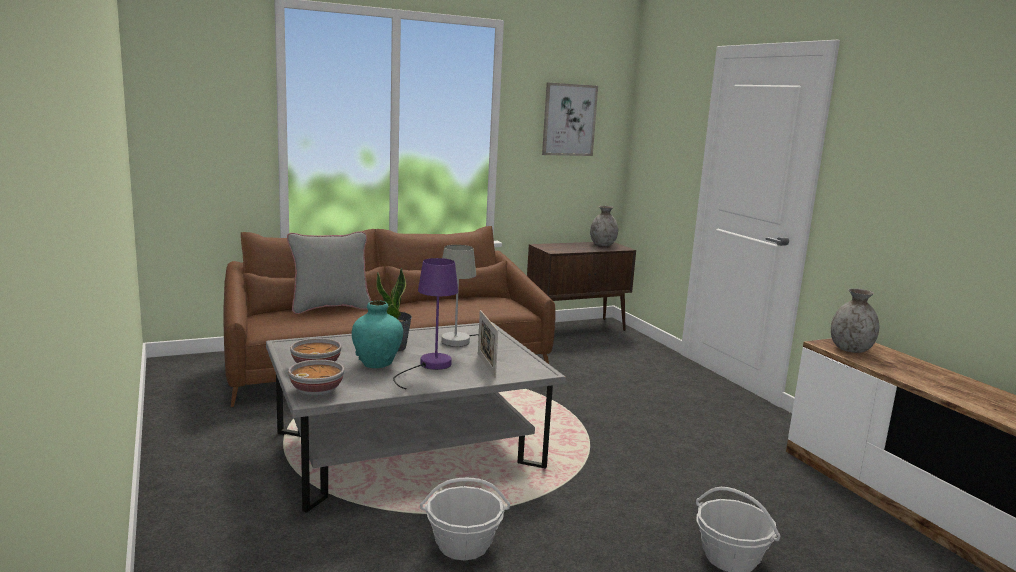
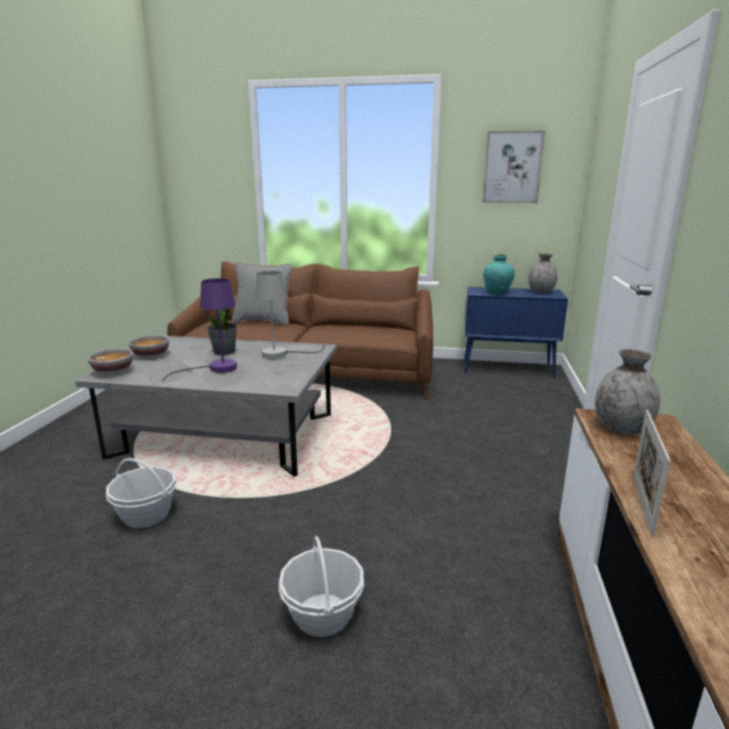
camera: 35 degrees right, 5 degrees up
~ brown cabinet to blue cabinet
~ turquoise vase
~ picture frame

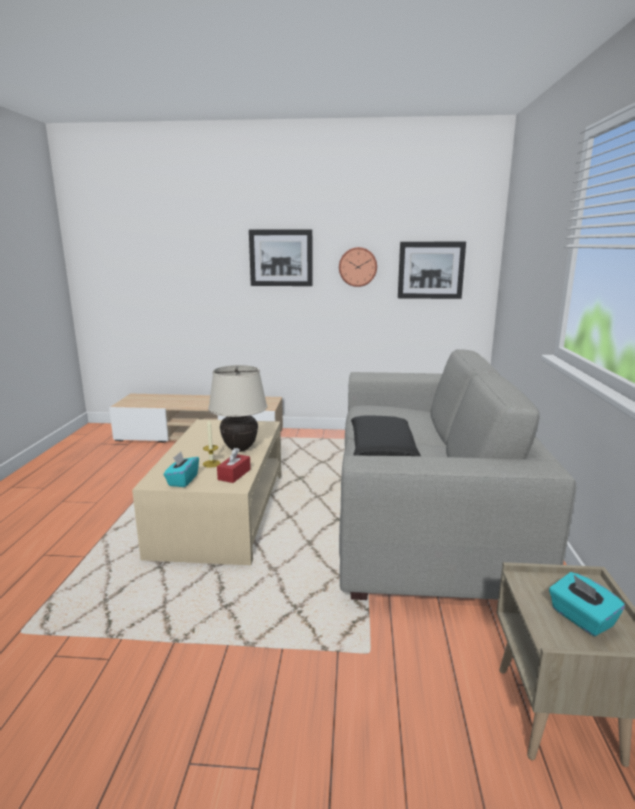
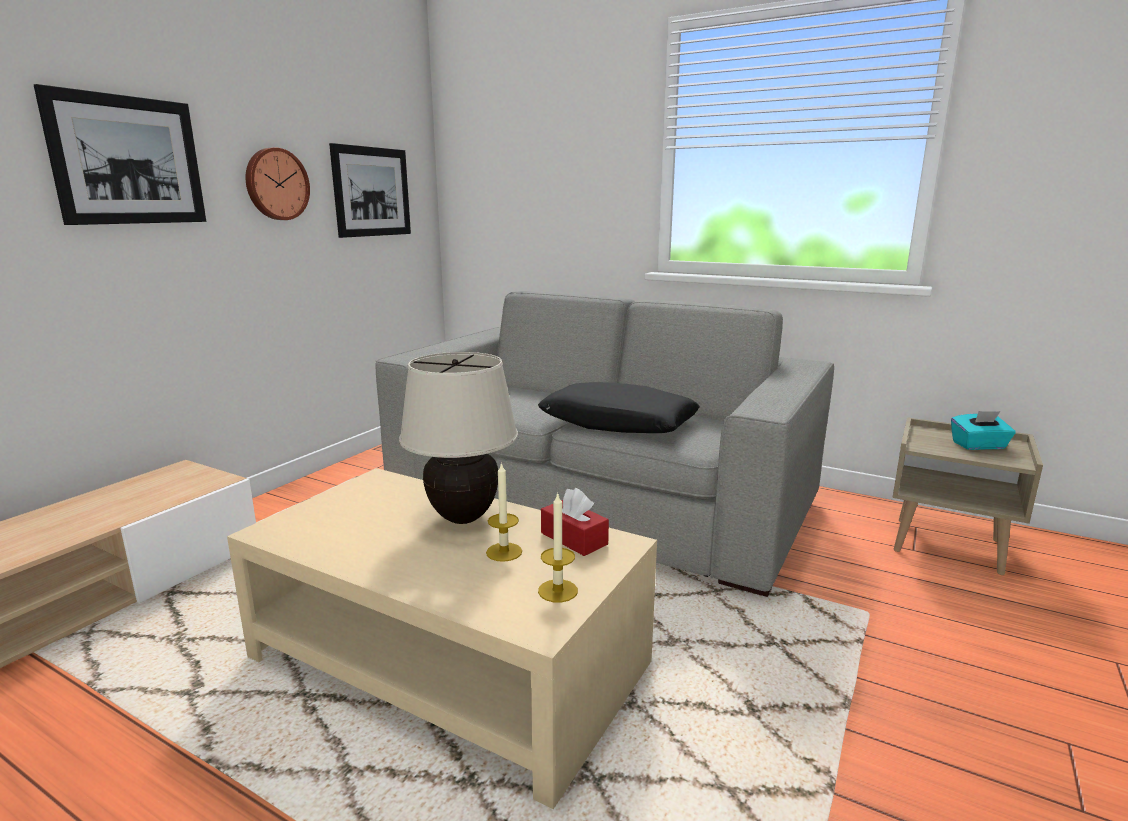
camera: 65 degrees left, 0 degrees up
~ turquoise tissue box (no. 1 from left) to candle (no. 2 from left)

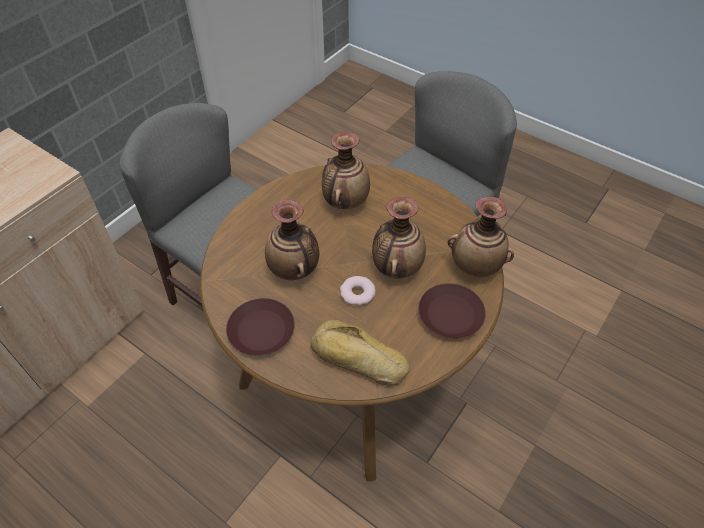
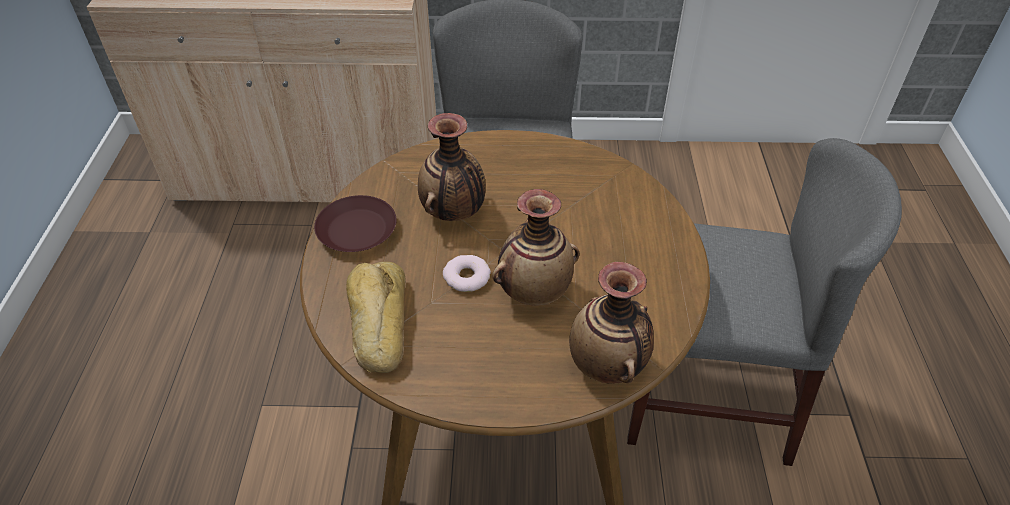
camera: 55 degrees right, 5 degrees down
- vase (no. 2 from left)
- brown plate (no. 2 from left)

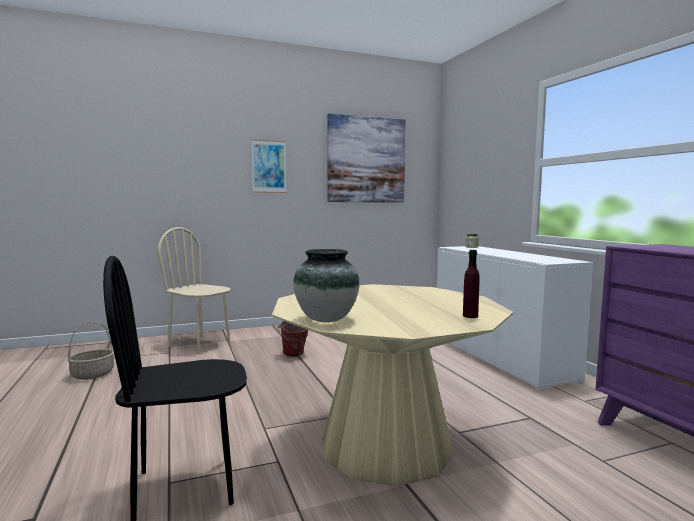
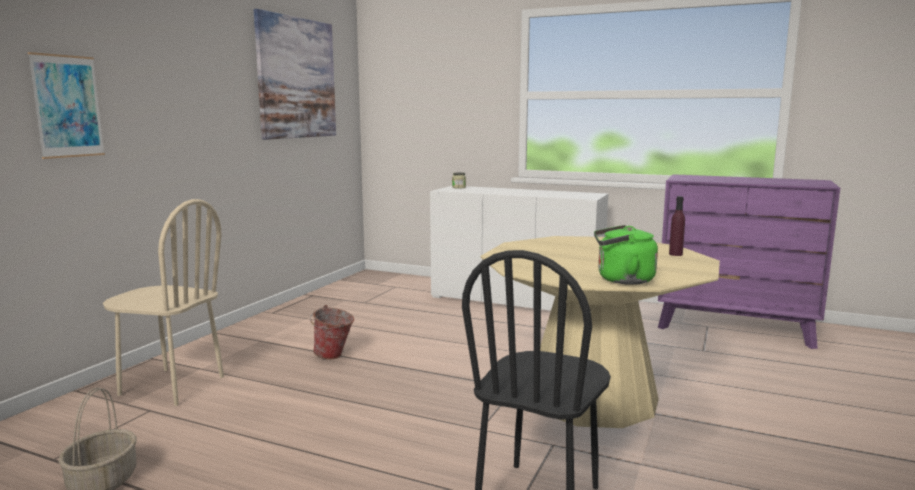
camera: 45 degrees left, 5 degrees up
~ picture (no. 1 from left)
~ beige chair 150 degrees counterclockwise
~ vase to green kettle

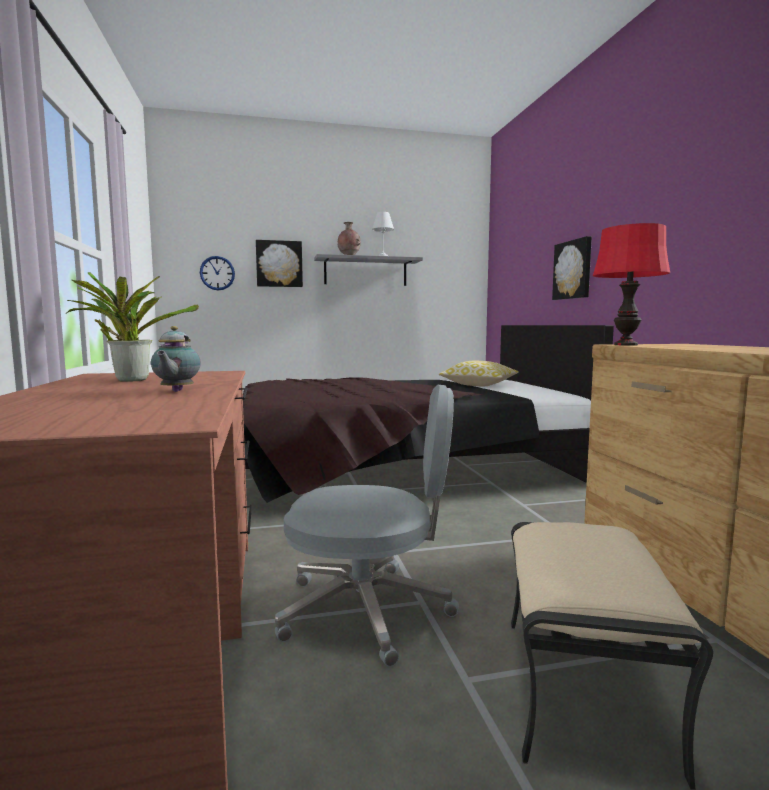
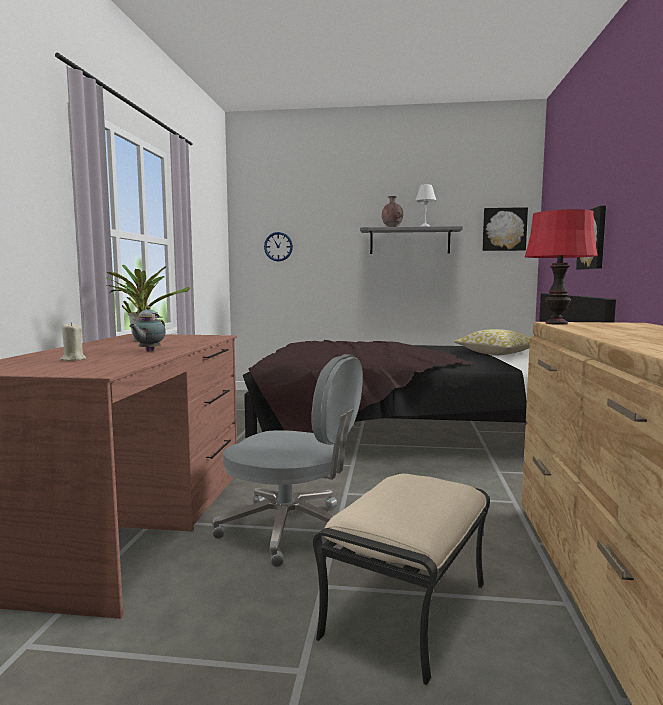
camera: 20 degrees right, 0 degrees up
+ beige candle
~ picture (no. 1 from left)

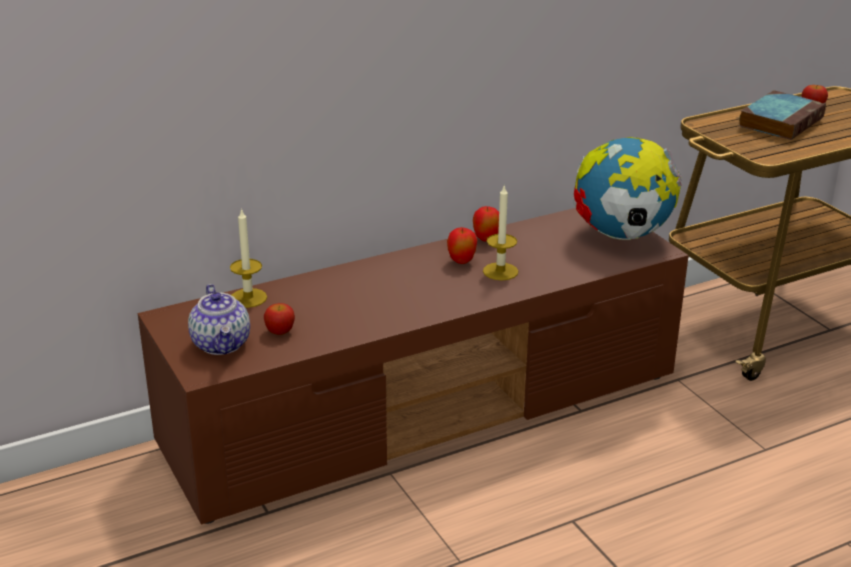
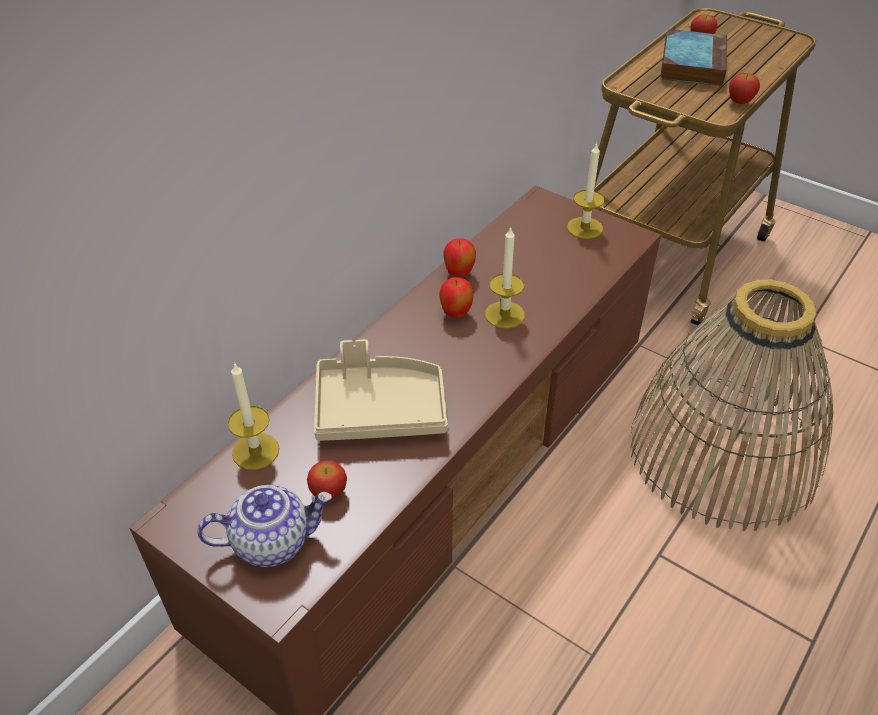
camera: 25 degrees left, 15 degrees up
~ teapot 60 degrees counterclockwise
+ beige tray
~ globe to candle (no. 3 from left)
+ basket
+ apple (no. 5 from left)

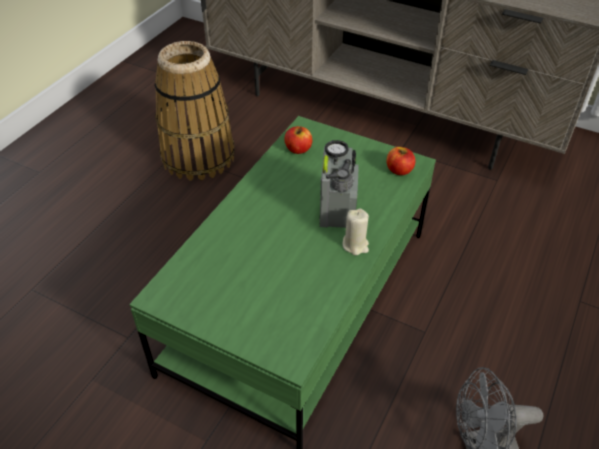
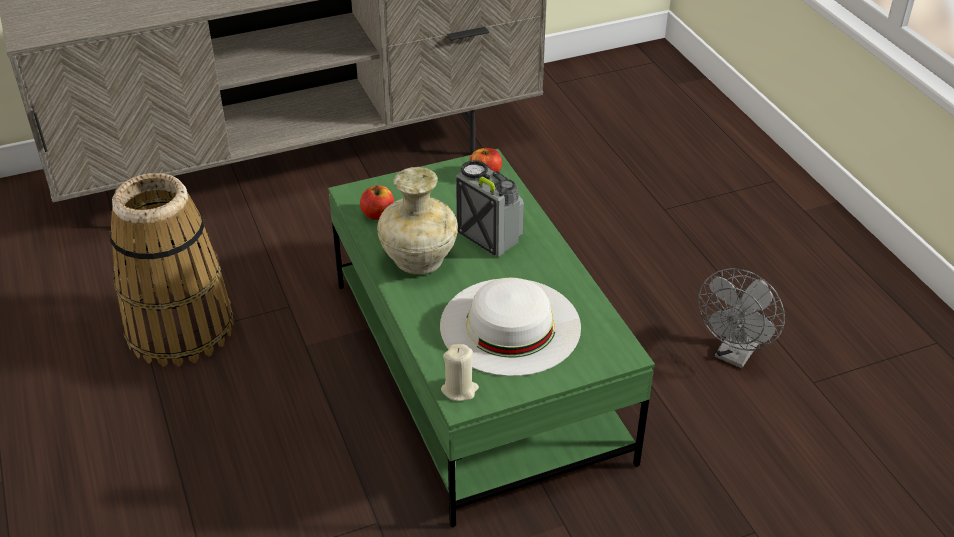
camera: 50 degrees left, 5 degrees down
+ beige vase
+ white hat
~ beige candle

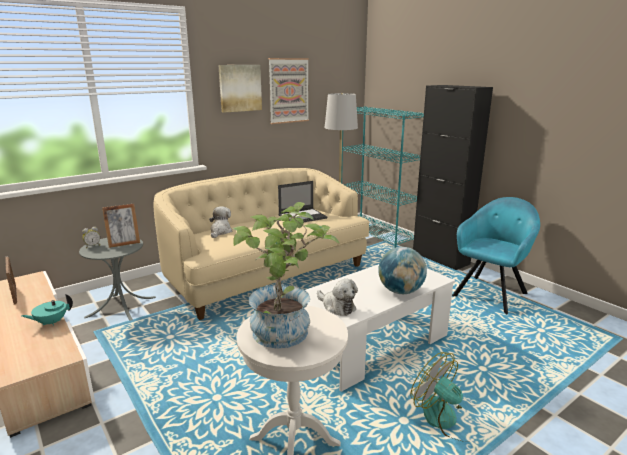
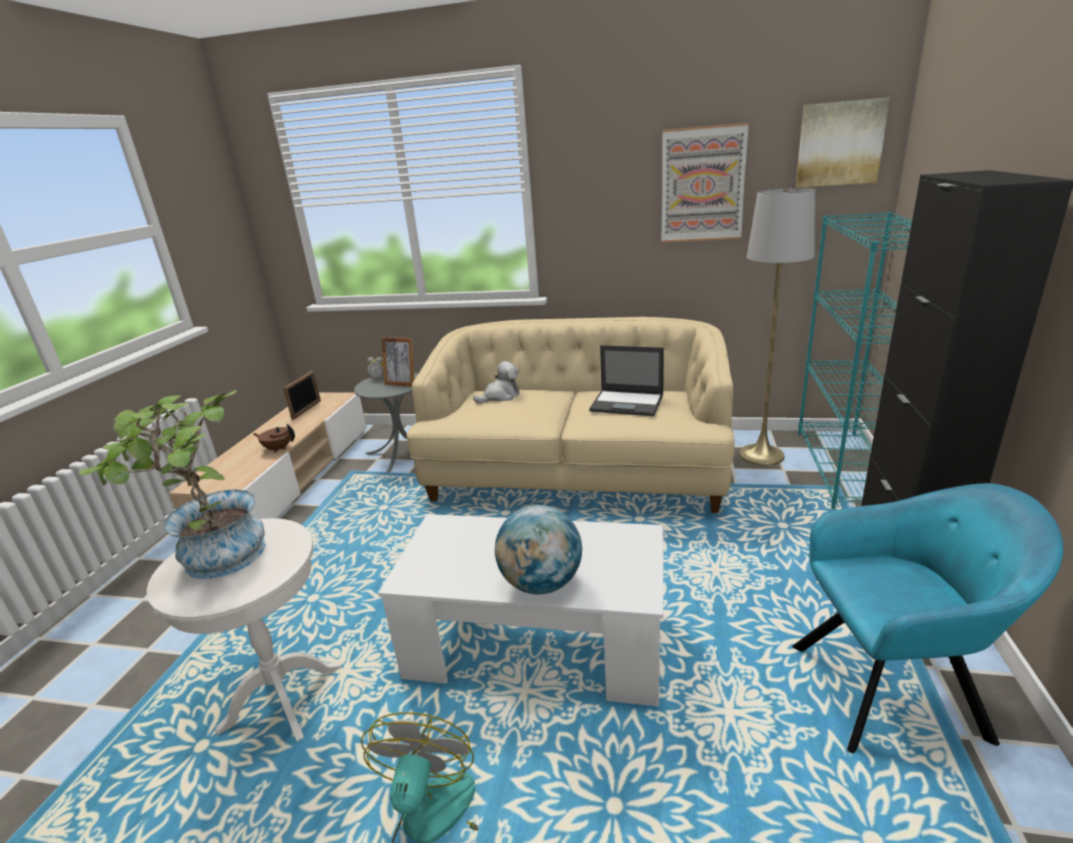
camera: 50 degrees right, 5 degrees up
~ turquoise teapot to brown teapot
~ picture (no. 1 from left in the first image) to picture (no. 2 from left)
- plush toy (no. 2 from left)

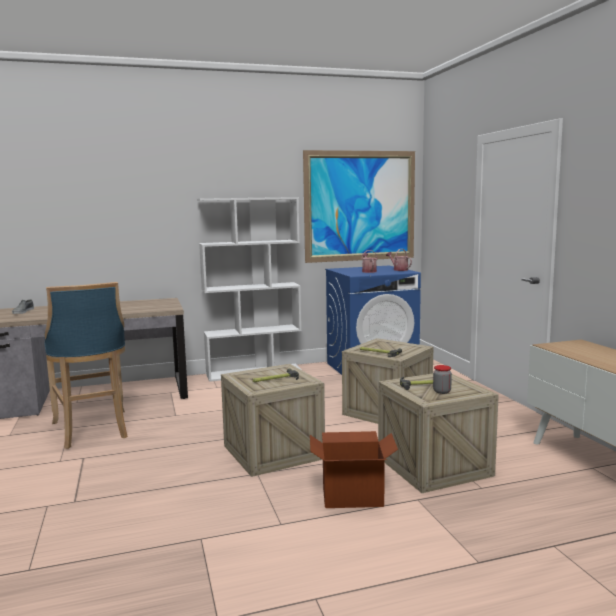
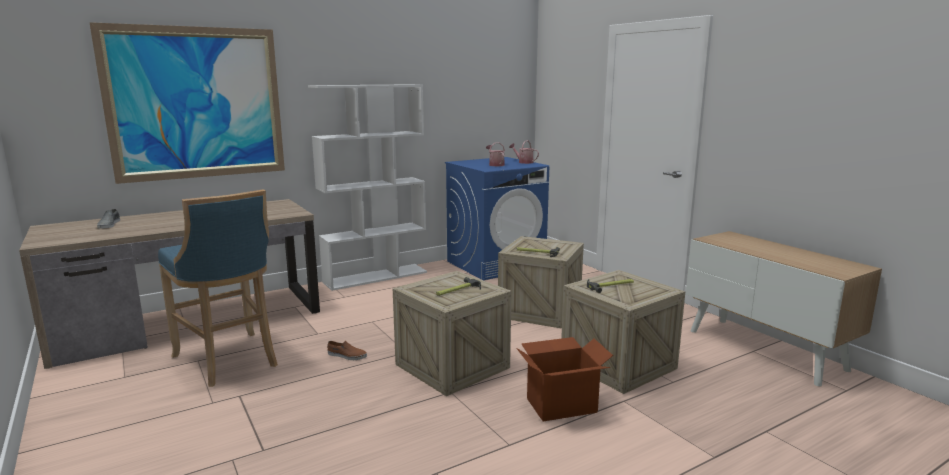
camera: 15 degrees left, 5 degrees up
~ picture
+ brown shoe
- jar

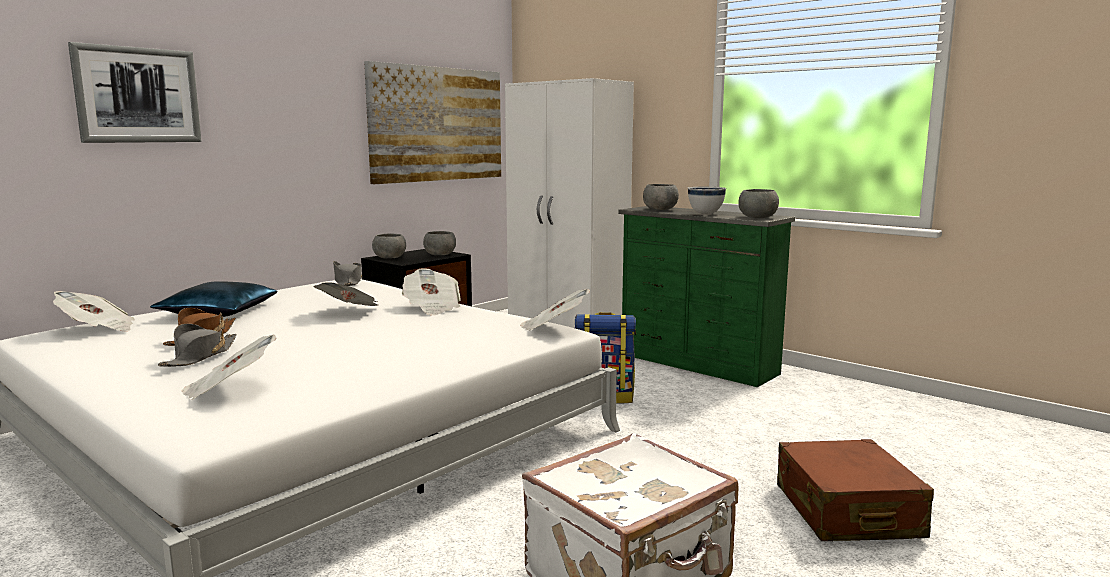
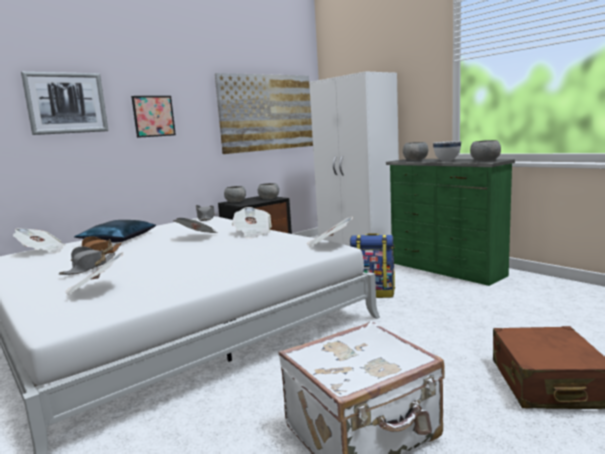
camera: 10 degrees right, 0 degrees up
+ picture (no. 2 from left)

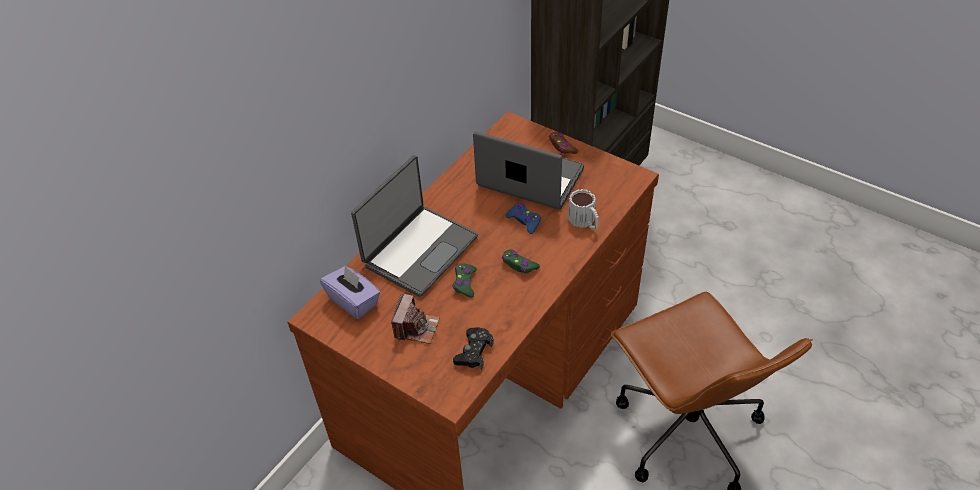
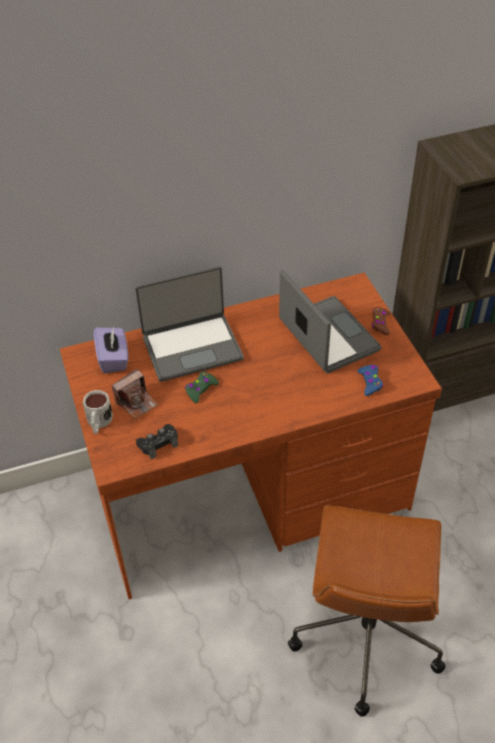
camera: 35 degrees right, 0 degrees up
~ mug
~ blue game controller
- green game controller (no. 2 from left)

